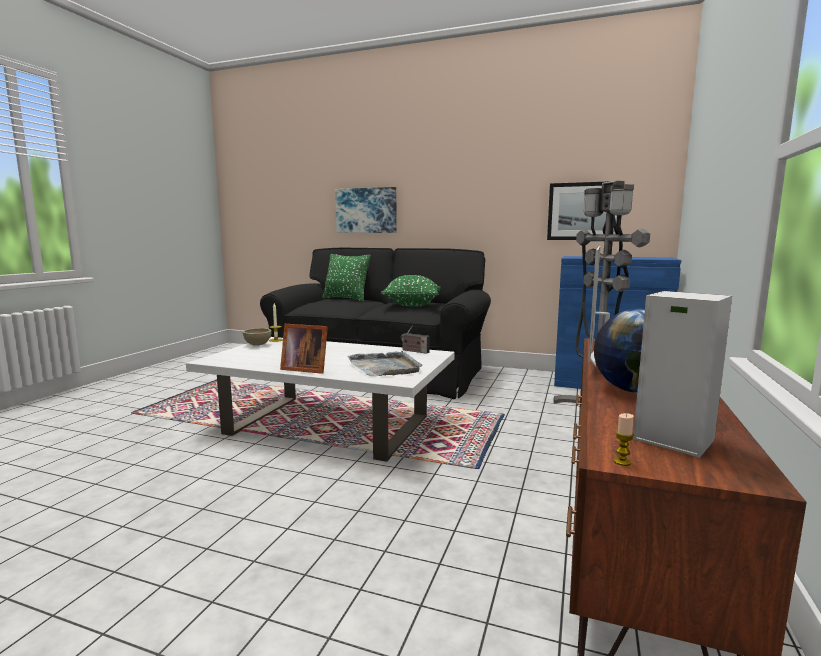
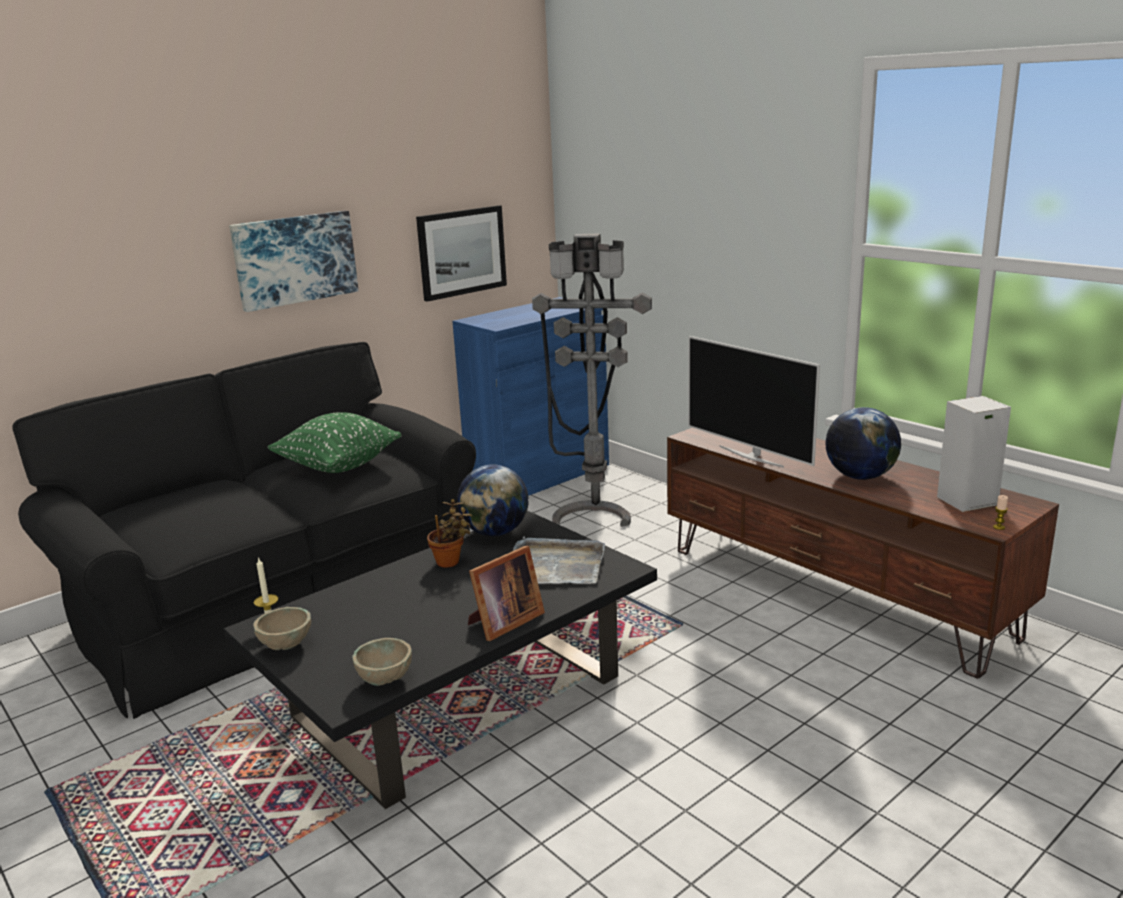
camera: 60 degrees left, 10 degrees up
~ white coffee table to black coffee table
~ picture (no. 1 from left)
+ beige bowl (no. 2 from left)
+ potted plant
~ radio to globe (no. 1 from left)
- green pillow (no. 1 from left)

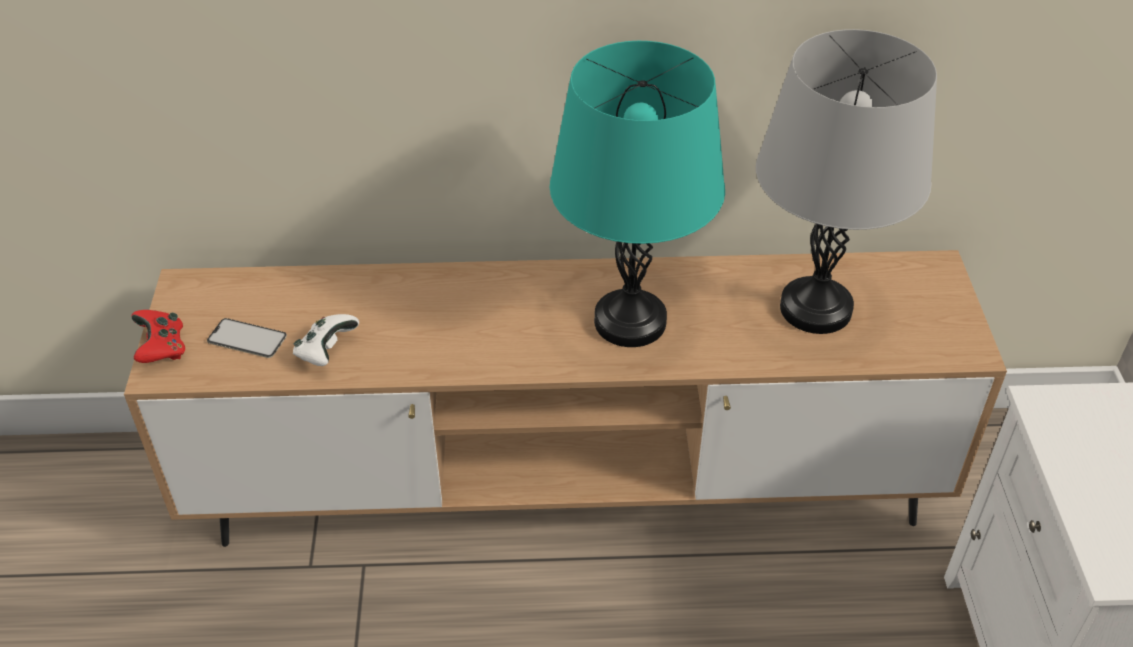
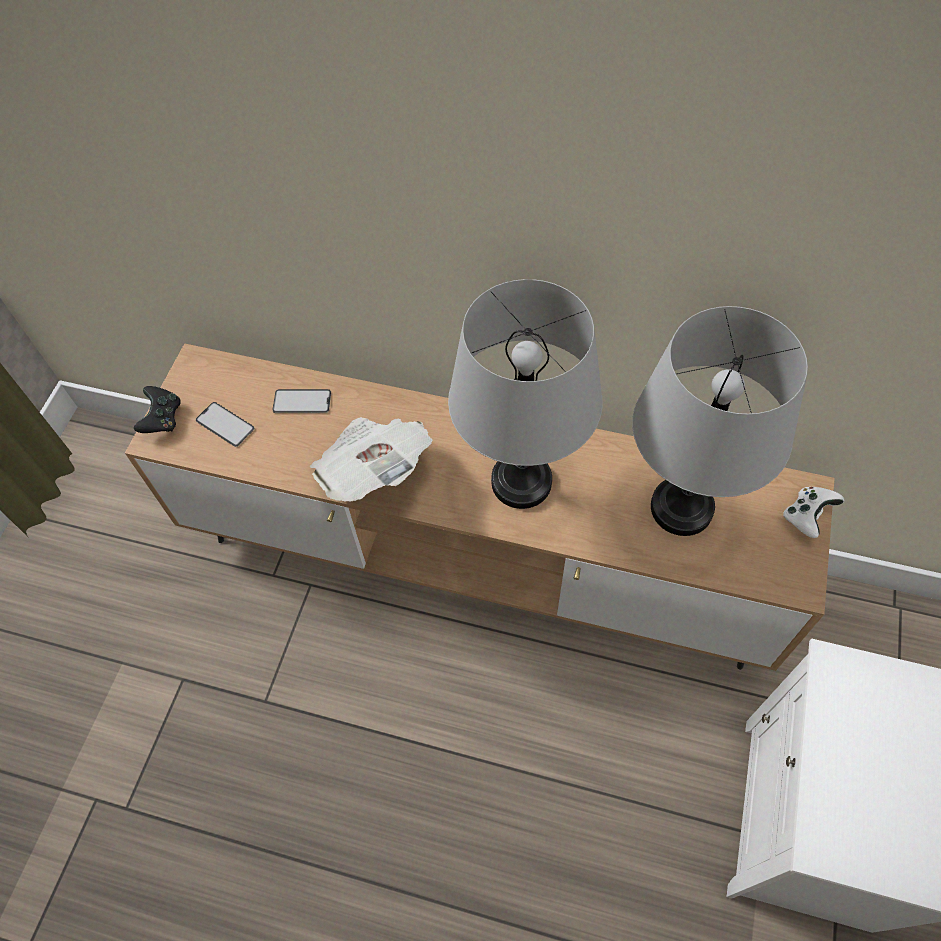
camera: 20 degrees right, 15 degrees up
~ red game controller to black game controller
+ phone (no. 2 from left)
+ newspaper
~ turquoise table lamp to grey table lamp (no. 1 from left)
~ white game controller

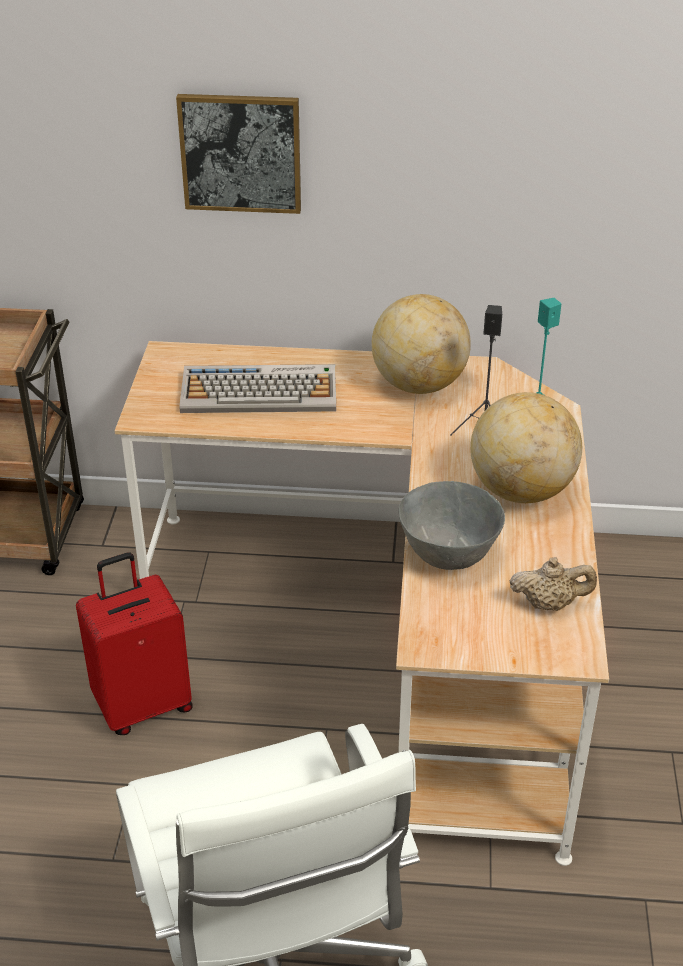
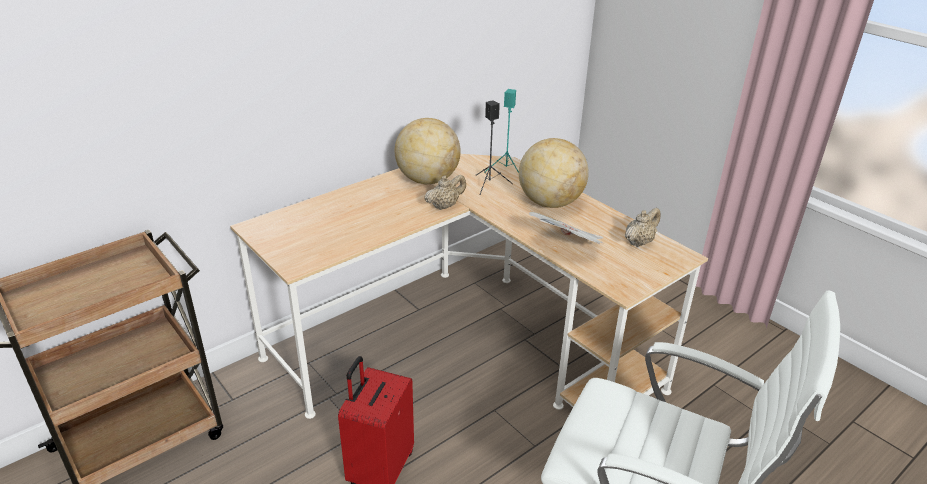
camera: 45 degrees left, 5 degrees down
+ beige teapot (no. 1 from left)
~ grey bowl to newspaper
- picture
- keyboard

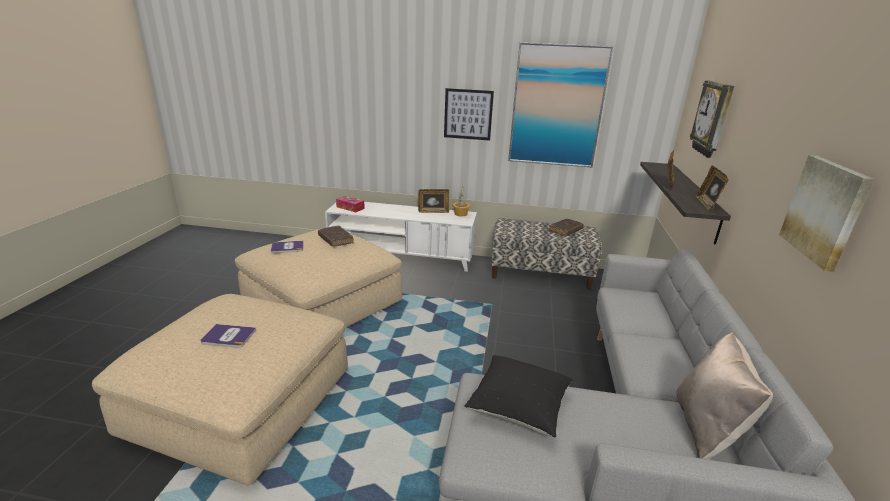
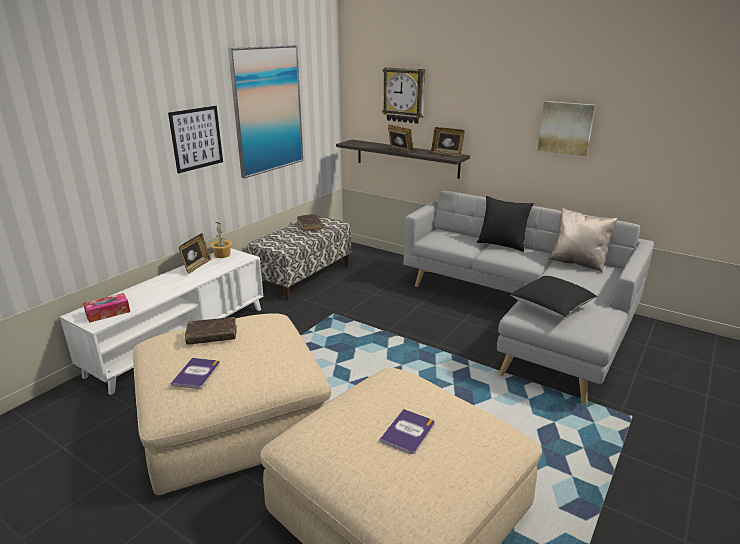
camera: 65 degrees left, 0 degrees up
+ black pillow (no. 1 from left)

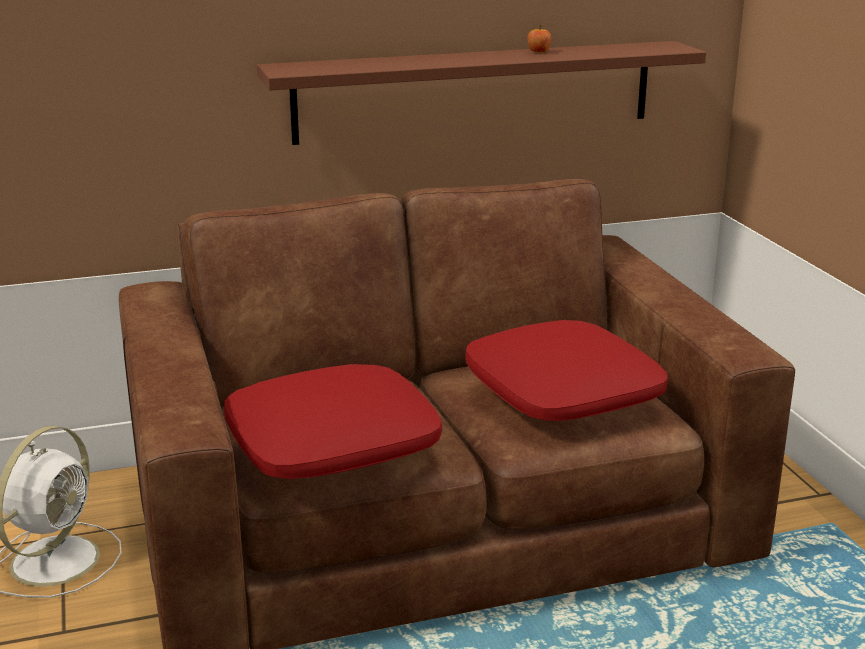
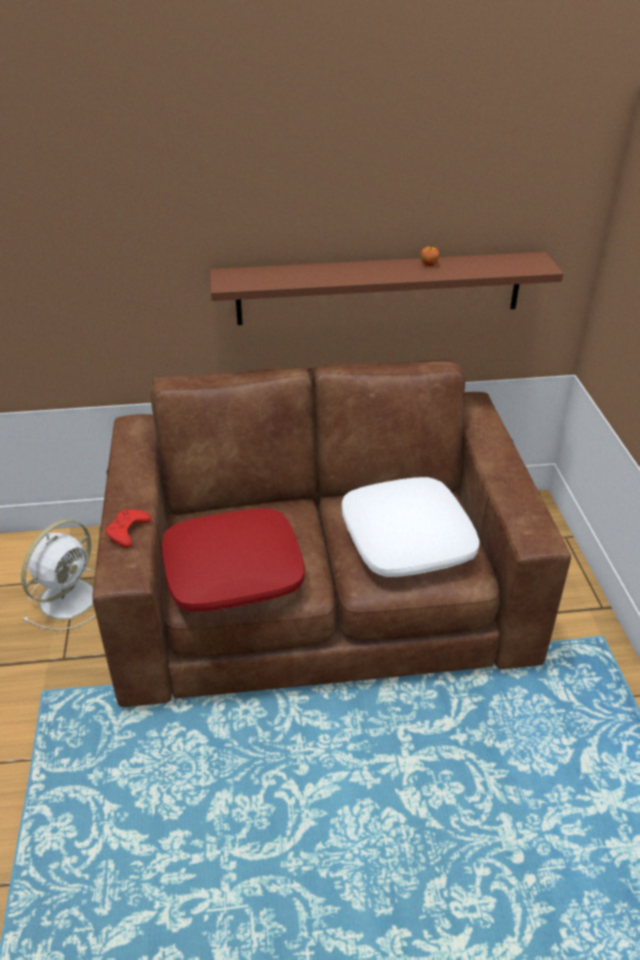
camera: 10 degrees right, 15 degrees up
+ red game controller
~ red pillow (no. 2 from left) to white pillow

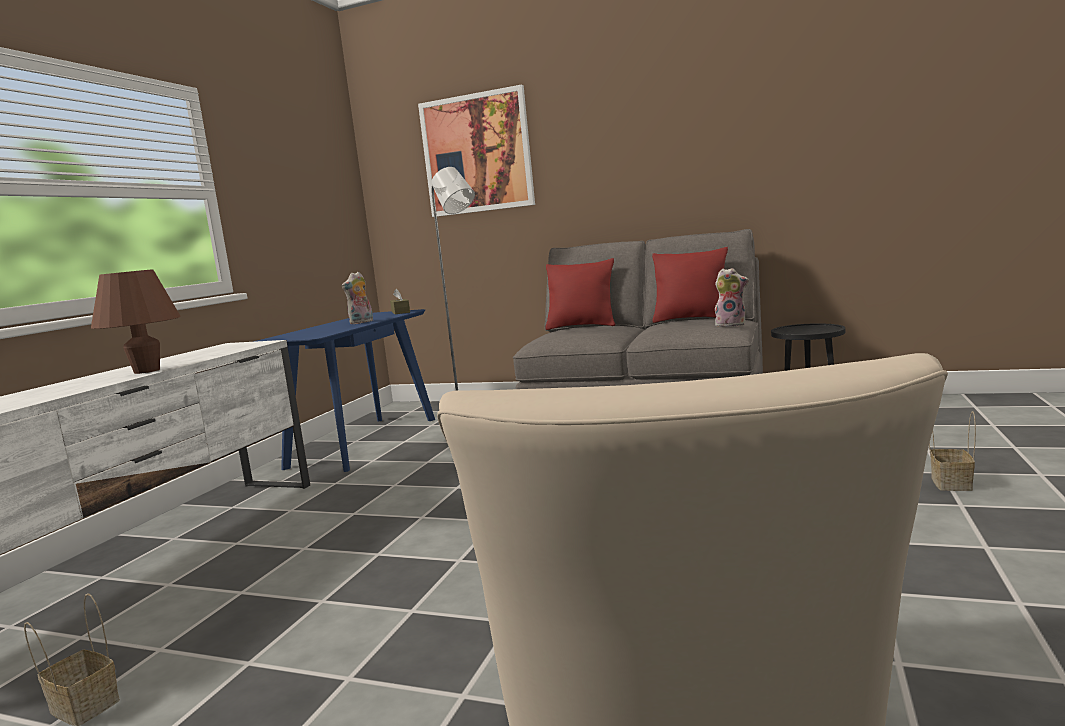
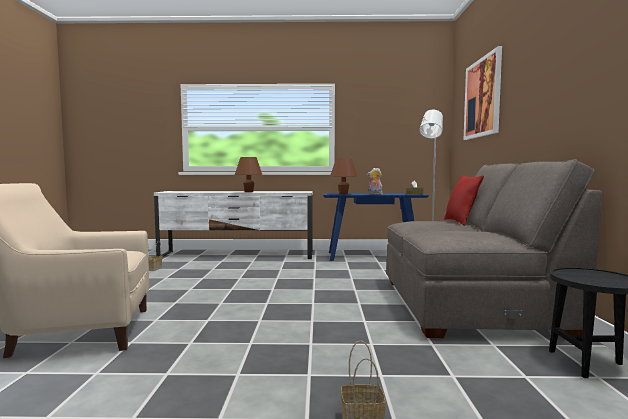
camera: 70 degrees right, 5 degrees down
+ brown table lamp (no. 2 from left)
- red pillow (no. 2 from left)
- plush toy (no. 2 from left)

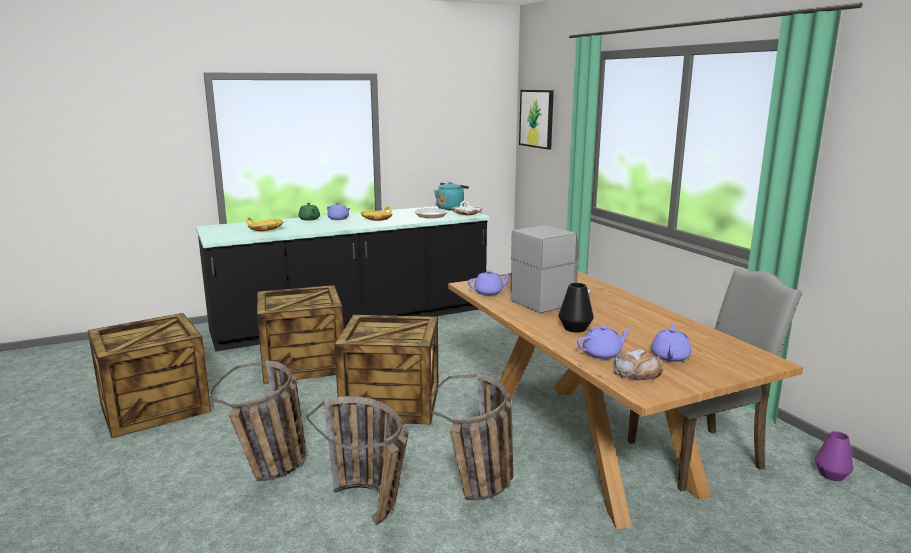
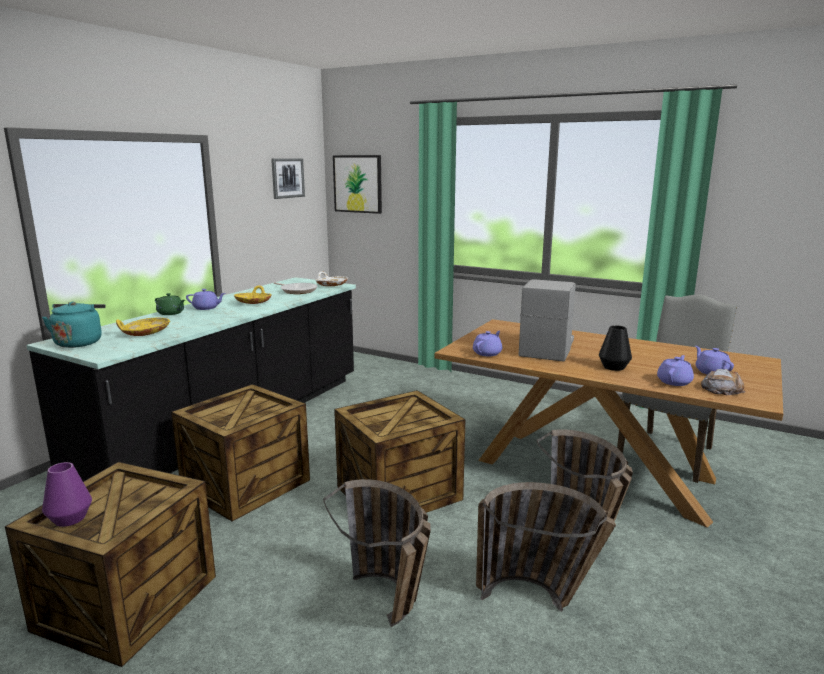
camera: 35 degrees left, 0 degrees up
~ turquoise kettle
~ purple vase
+ picture (no. 1 from left)

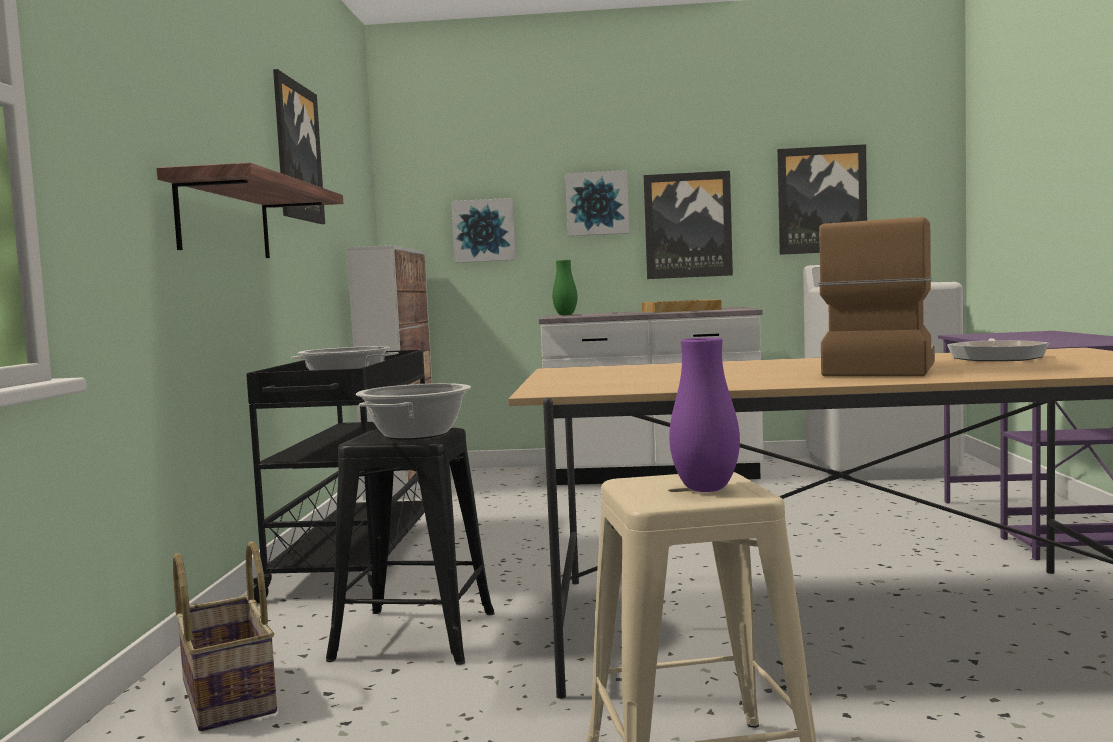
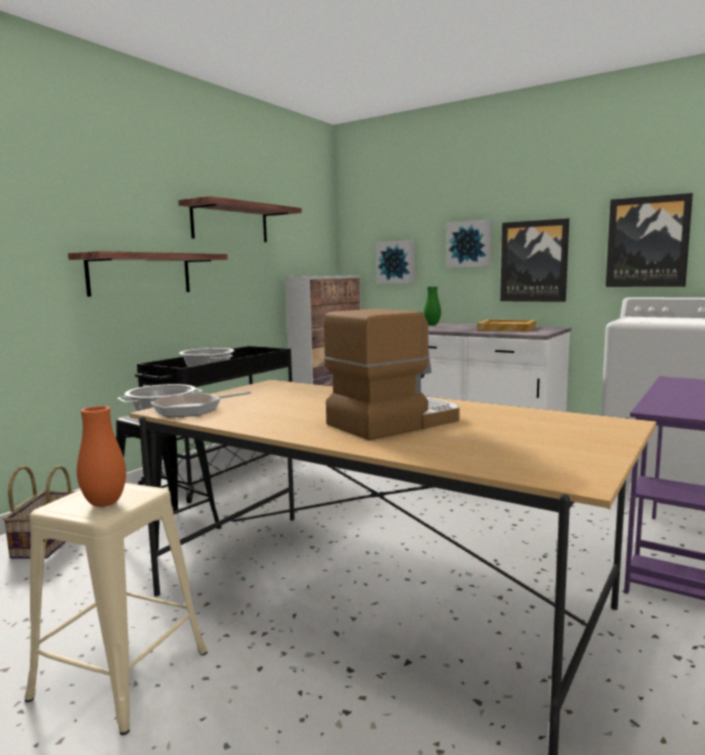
camera: 30 degrees right, 5 degrees up
~ purple vase to orange vase
~ frying pan
~ picture (no. 1 from left) to shelf (no. 2 from left)

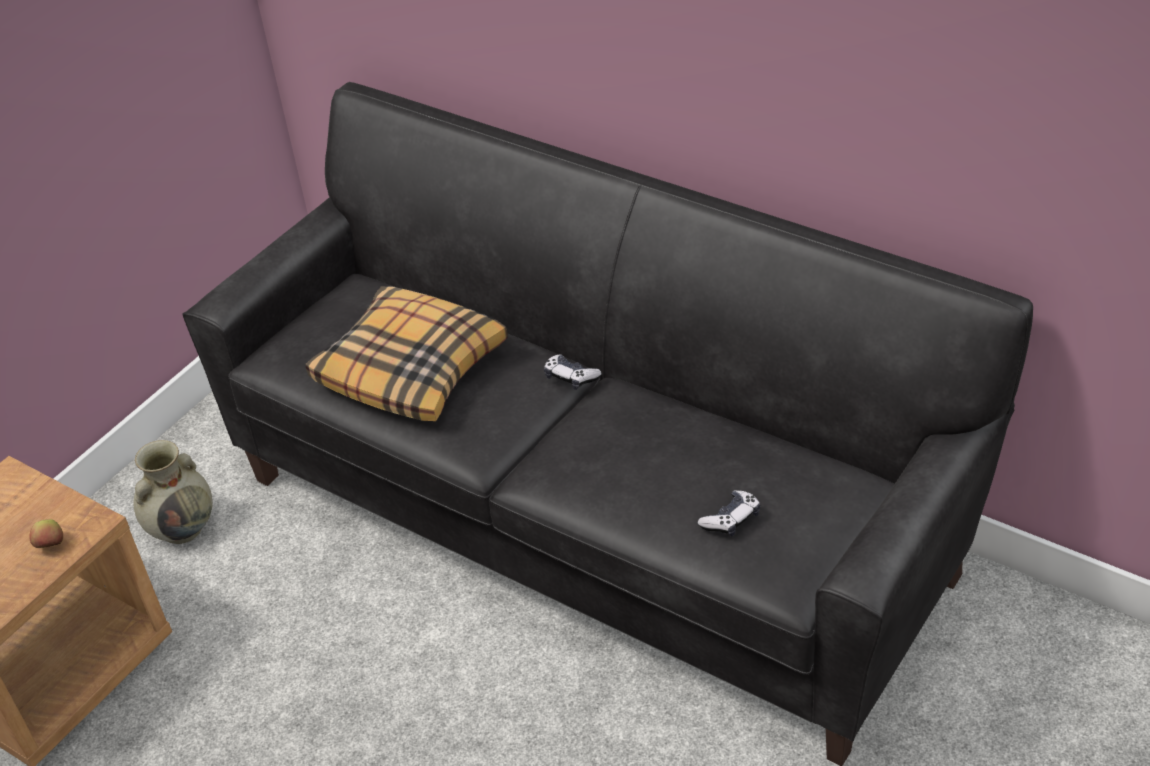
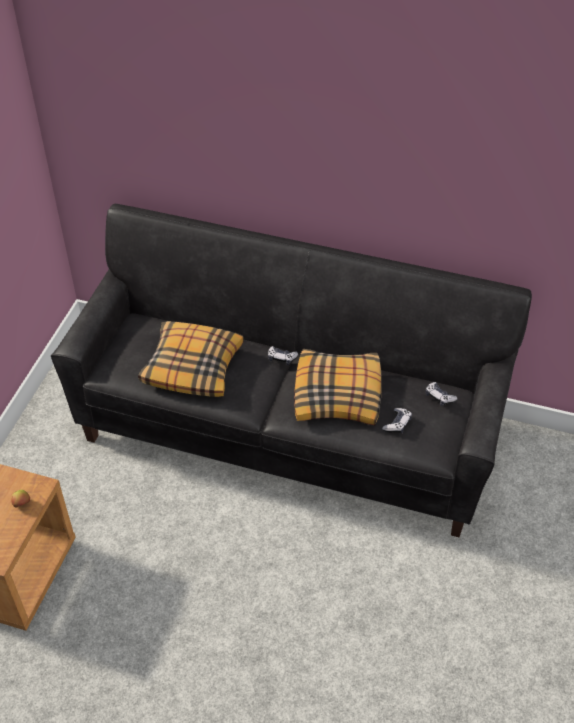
camera: 20 degrees left, 5 degrees up
+ pillow (no. 2 from left)
+ game controller (no. 3 from left)
- beige vase

